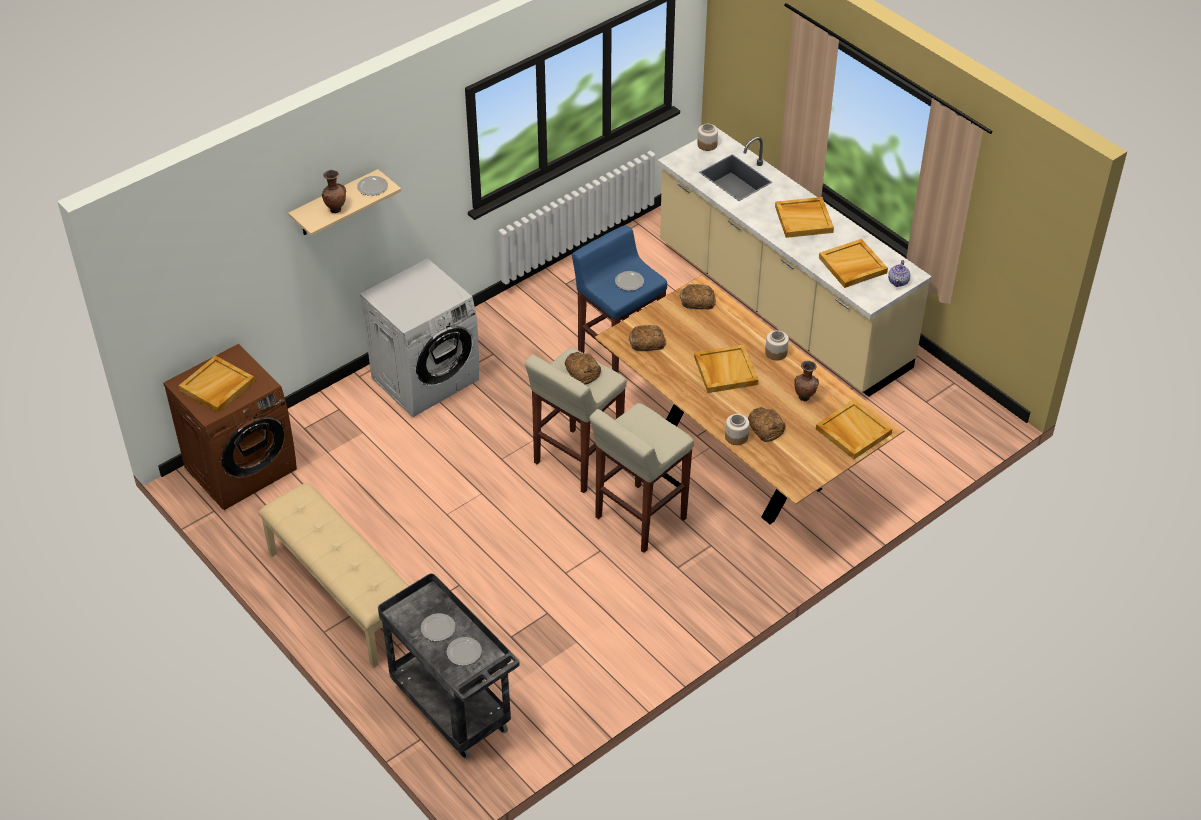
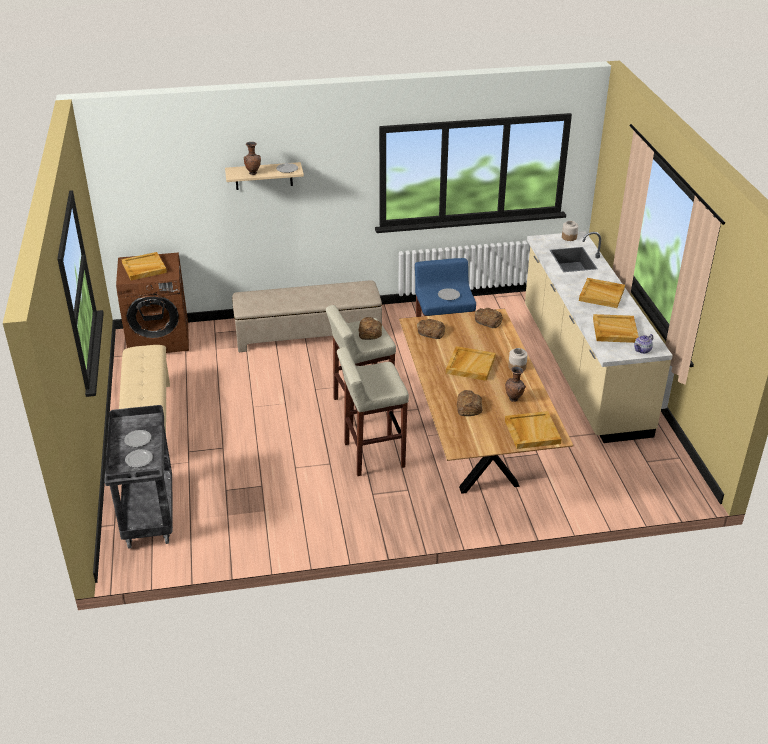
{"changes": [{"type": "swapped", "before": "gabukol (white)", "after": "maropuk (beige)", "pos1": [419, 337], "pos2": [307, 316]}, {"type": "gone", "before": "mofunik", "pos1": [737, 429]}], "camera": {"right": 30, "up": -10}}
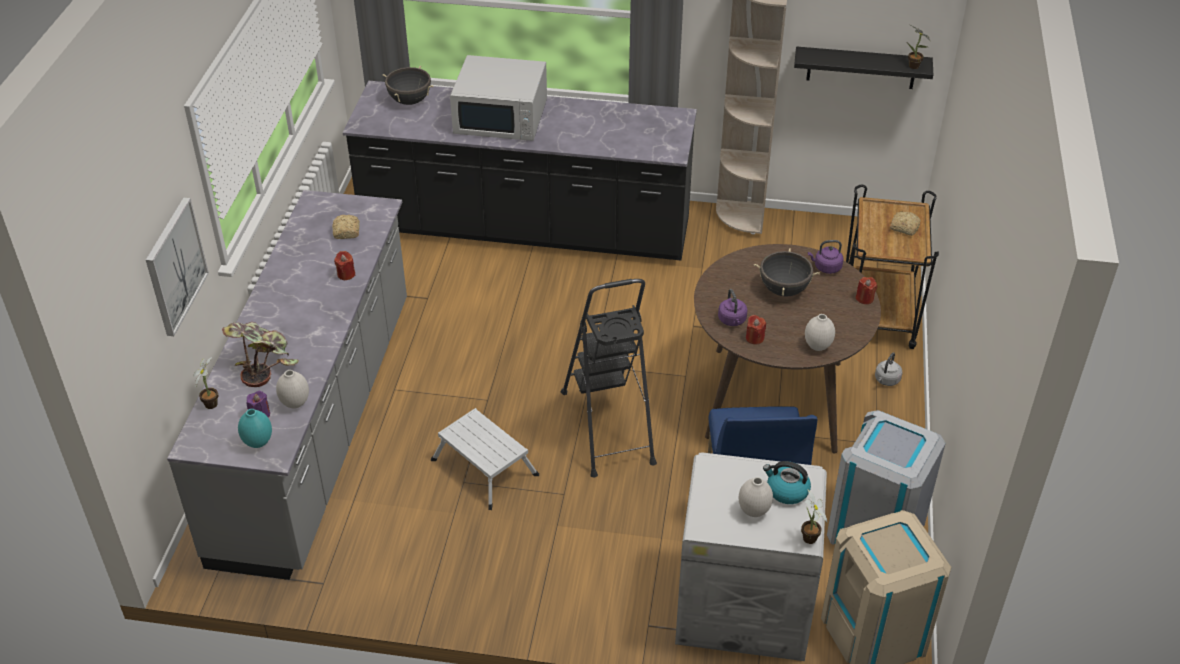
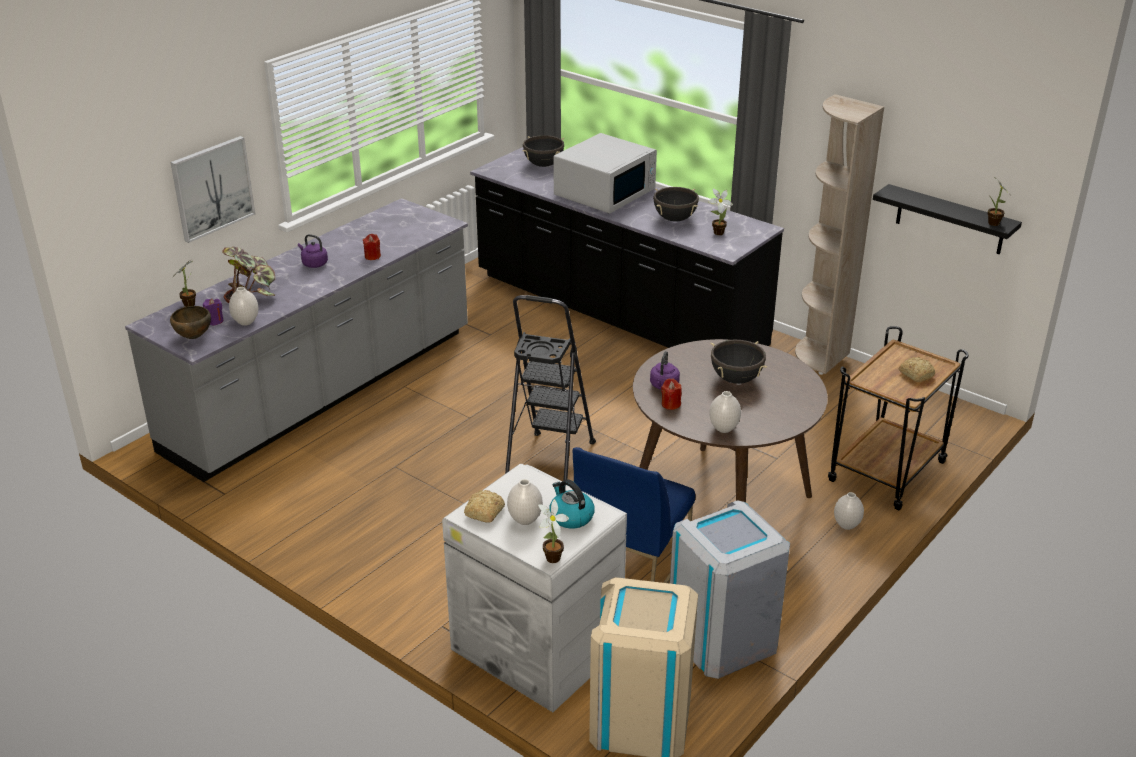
{"changes": [{"type": "rotated", "before": "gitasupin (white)", "pos1": [498, 98], "pos2": [605, 173], "turn": -90}, {"type": "shifted", "before": "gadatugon", "pos1": [346, 227], "pos2": [484, 506]}, {"type": "shifted", "before": "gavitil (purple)", "pos1": [825, 257], "pos2": [313, 251]}, {"type": "gone", "before": "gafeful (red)", "pos1": [866, 290]}, {"type": "swapped", "before": "gavitil (grey)", "after": "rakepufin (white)", "pos1": [888, 369], "pos2": [849, 511]}, {"type": "gone", "before": "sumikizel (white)", "pos1": [485, 459]}, {"type": "swapped", "before": "rakepufin (turquoise)", "after": "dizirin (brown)", "pos1": [255, 428], "pos2": [190, 322]}, {"type": "new", "after": "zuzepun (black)", "pos2": [676, 204]}, {"type": "new", "after": "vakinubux", "pos2": [720, 212]}], "camera": {"right": 30, "up": -10}}
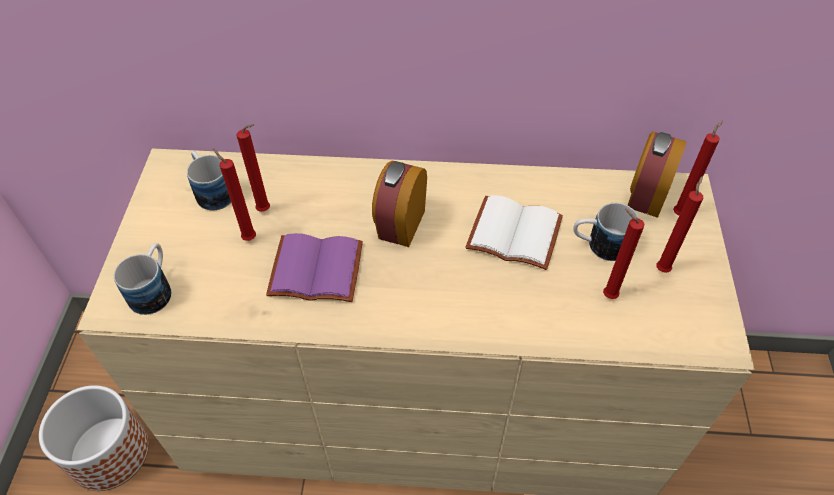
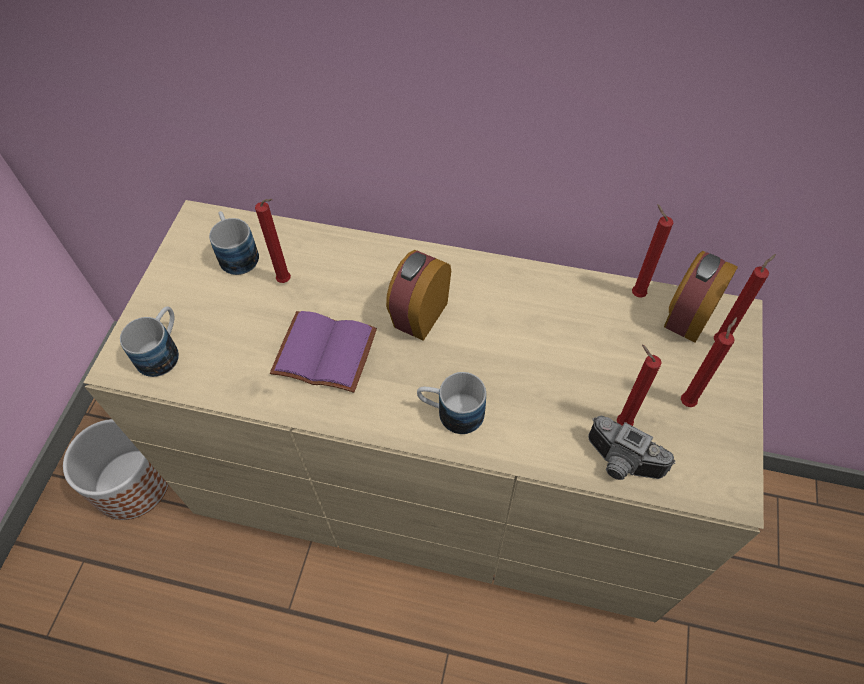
{"changes": [{"type": "shifted", "before": "gafeful (red)", "pos1": [234, 194], "pos2": [652, 250]}, {"type": "gone", "before": "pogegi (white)", "pos1": [514, 232]}, {"type": "shifted", "before": "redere", "pos1": [606, 232], "pos2": [451, 403]}, {"type": "new", "after": "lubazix", "pos2": [631, 448]}], "camera": {"right": 10, "up": 5}}
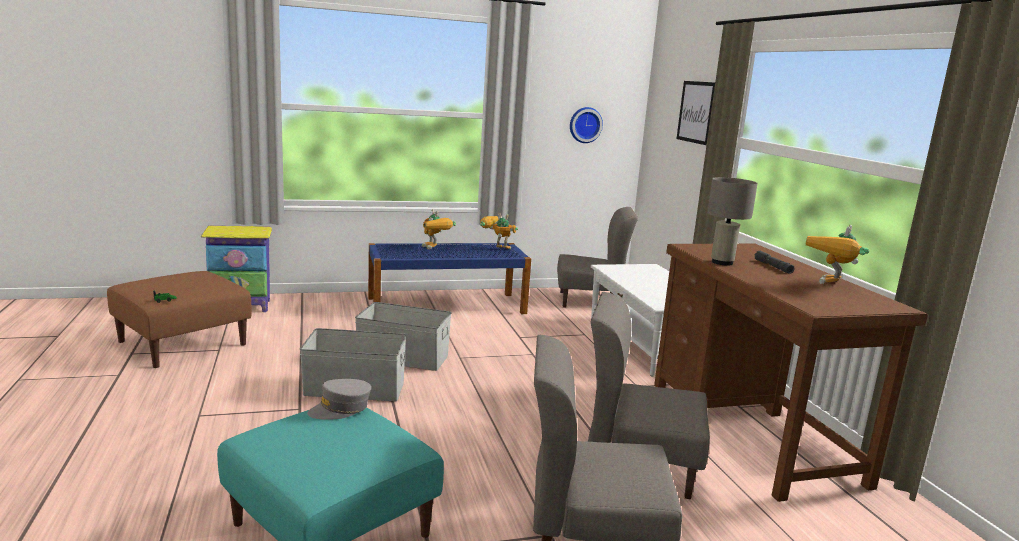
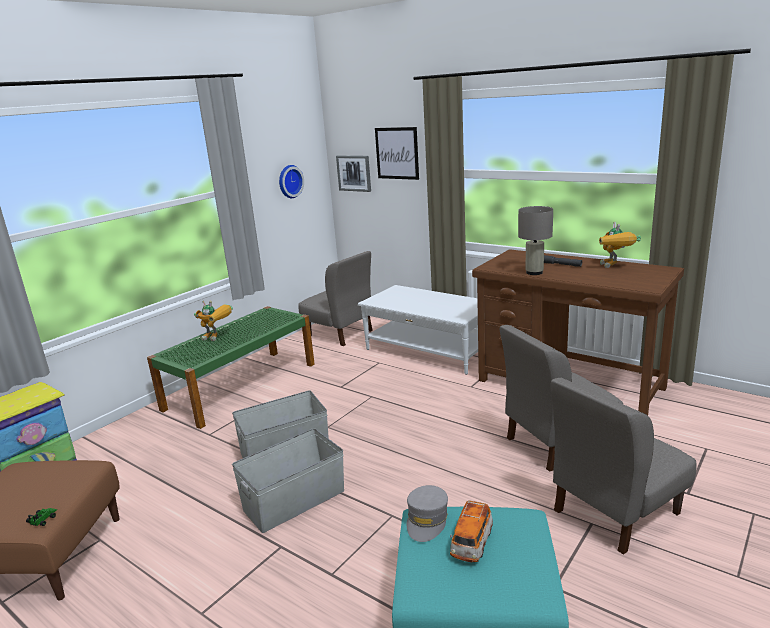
{"changes": [{"type": "rotated", "before": "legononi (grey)", "pos1": [597, 257], "pos2": [335, 298], "turn": 75}, {"type": "gone", "before": "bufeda", "pos1": [499, 231]}, {"type": "repainted", "before": "maropuk (blue)", "after": "maropuk (green)", "pos1": [449, 278], "pos2": [231, 367]}, {"type": "new", "after": "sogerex", "pos2": [353, 173]}, {"type": "new", "after": "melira", "pos2": [471, 531]}], "camera": {"right": -35, "up": 5}}
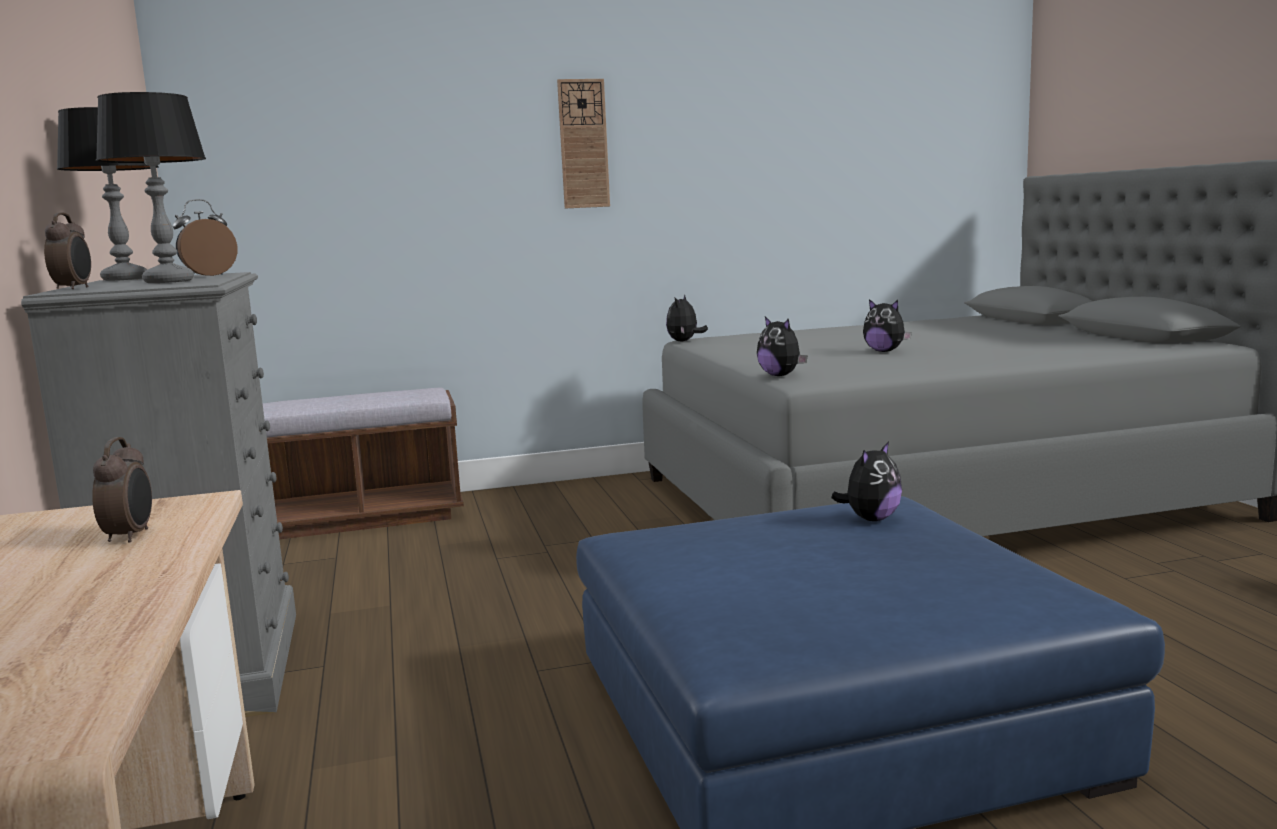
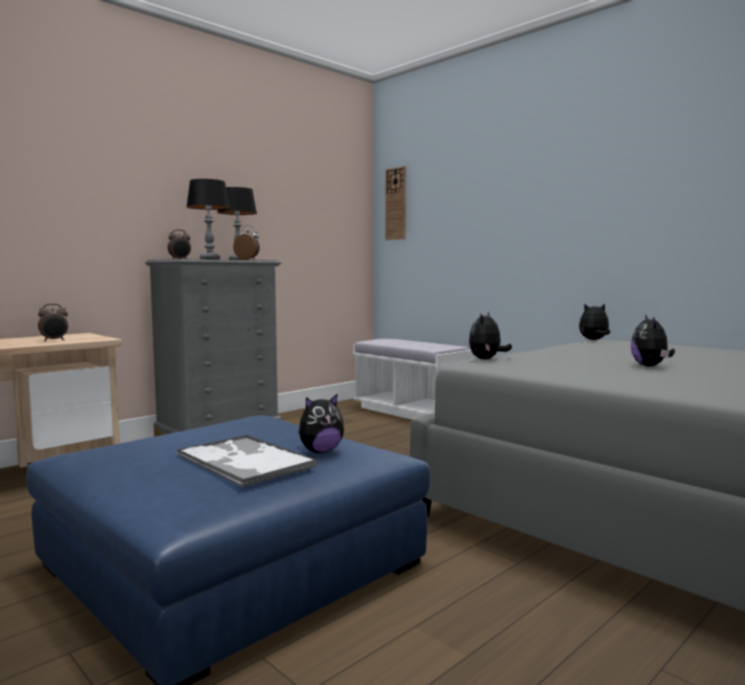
{"changes": [{"type": "shifted", "before": "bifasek", "pos1": [583, 144], "pos2": [395, 203]}, {"type": "repainted", "before": "maropuk (brown)", "after": "maropuk (white)", "pos1": [363, 463], "pos2": [413, 379]}, {"type": "rotated", "before": "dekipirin", "pos1": [866, 481], "pos2": [321, 423], "turn": -45}, {"type": "new", "after": "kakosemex", "pos2": [247, 461]}], "camera": {"right": 60, "up": -5}}
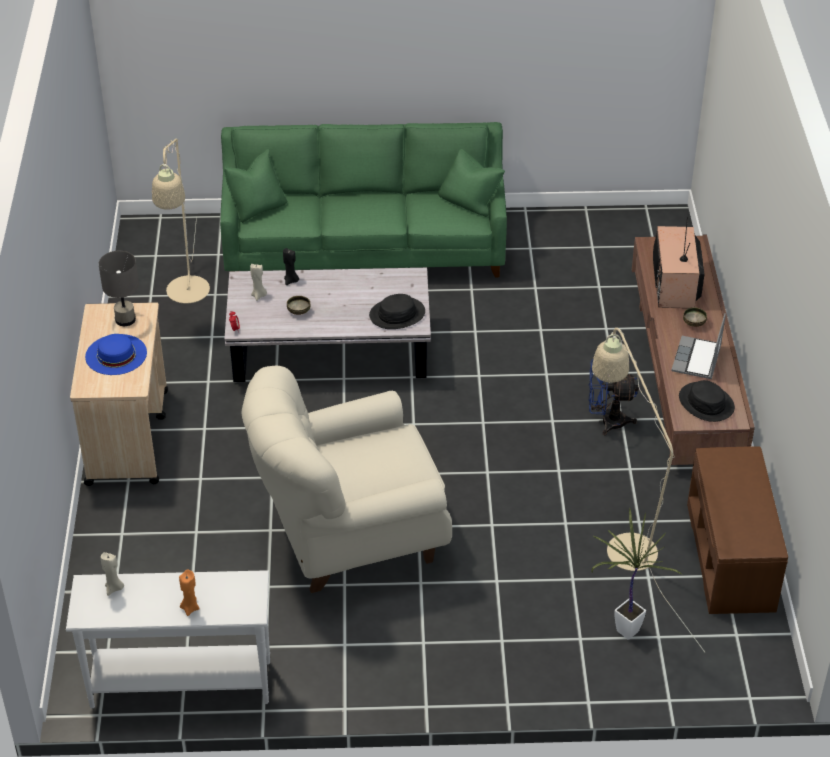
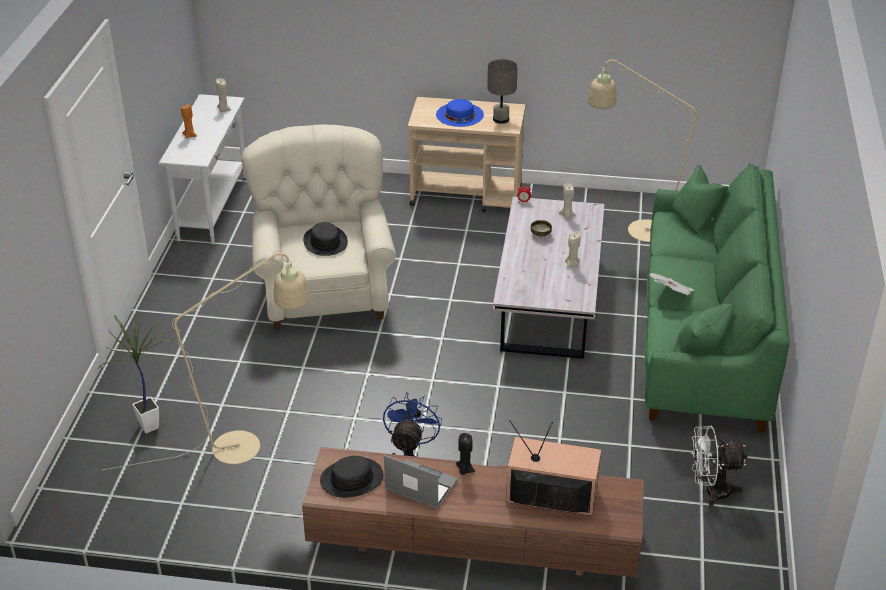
{"changes": [{"type": "shifted", "before": "gafeful (black)", "pos1": [291, 266], "pos2": [465, 454]}, {"type": "shifted", "before": "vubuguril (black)", "pos1": [397, 311], "pos2": [325, 239]}, {"type": "gone", "before": "dizirin", "pos1": [695, 317]}, {"type": "gone", "before": "maropuk (brown)", "pos1": [737, 530]}, {"type": "new", "after": "gafeful (beige)", "pos2": [572, 249]}, {"type": "new", "after": "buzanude", "pos2": [671, 284]}, {"type": "new", "after": "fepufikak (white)", "pos2": [719, 466]}], "camera": {"right": 100, "up": -5}}
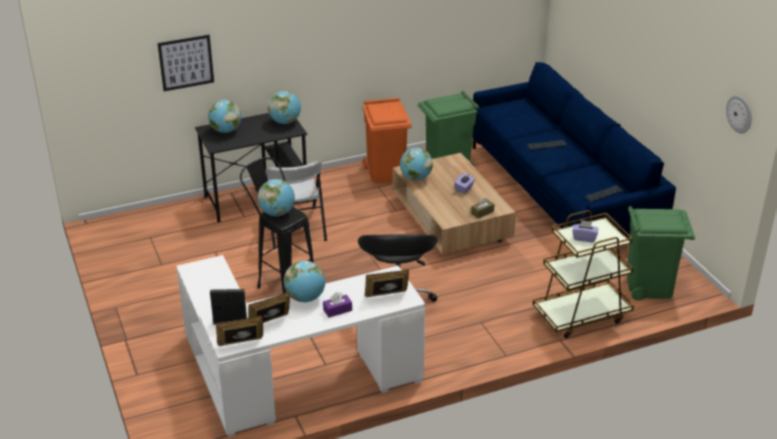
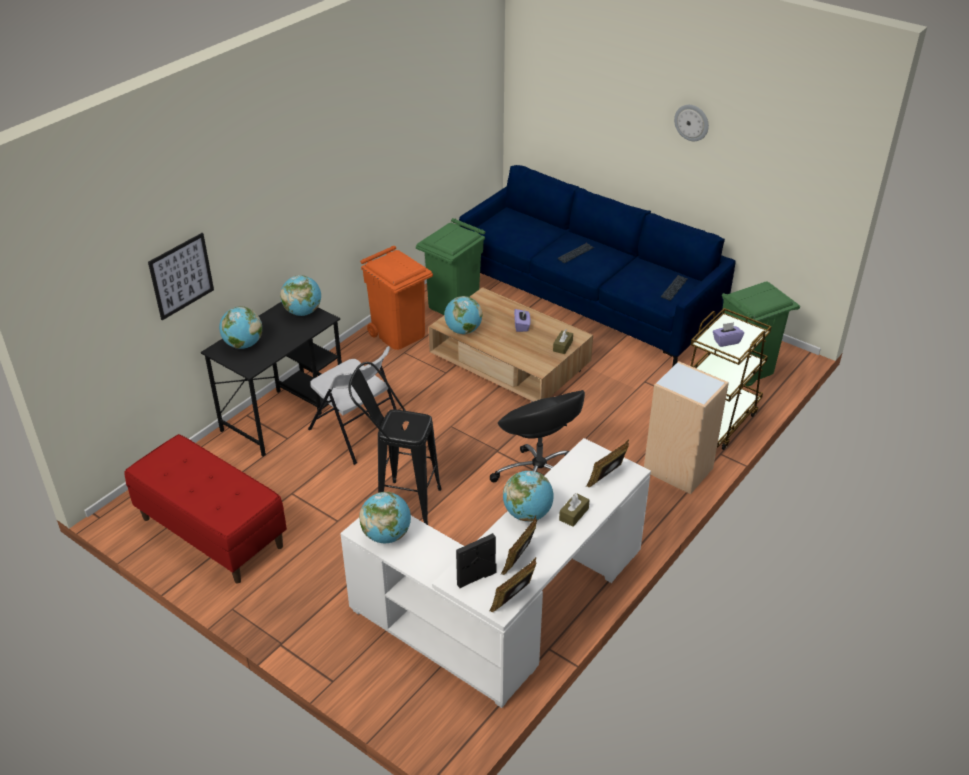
{"changes": [{"type": "shifted", "before": "bifasek", "pos1": [739, 114], "pos2": [691, 123]}, {"type": "shifted", "before": "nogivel", "pos1": [276, 197], "pos2": [385, 517]}, {"type": "repainted", "before": "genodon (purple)", "after": "genodon (brown)", "pos1": [337, 305], "pos2": [574, 510]}, {"type": "new", "after": "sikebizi", "pos2": [686, 427]}, {"type": "new", "after": "maropuk (red)", "pos2": [205, 509]}], "camera": {"right": -30, "up": 5}}
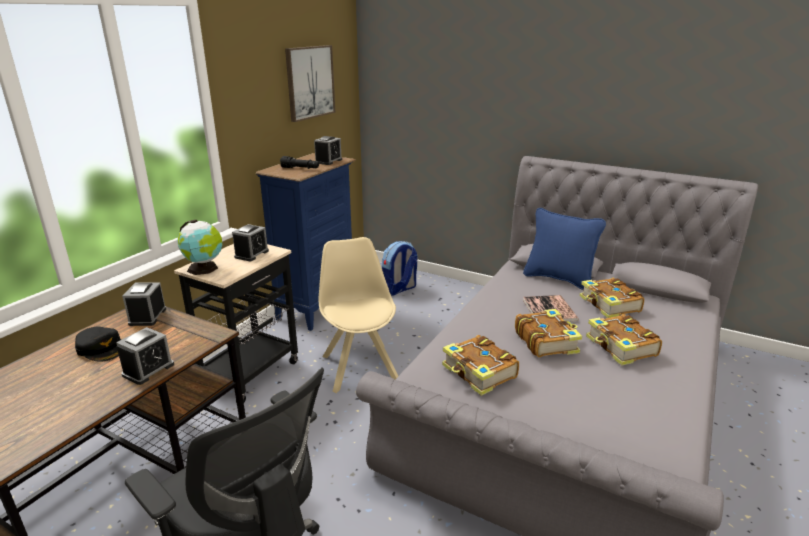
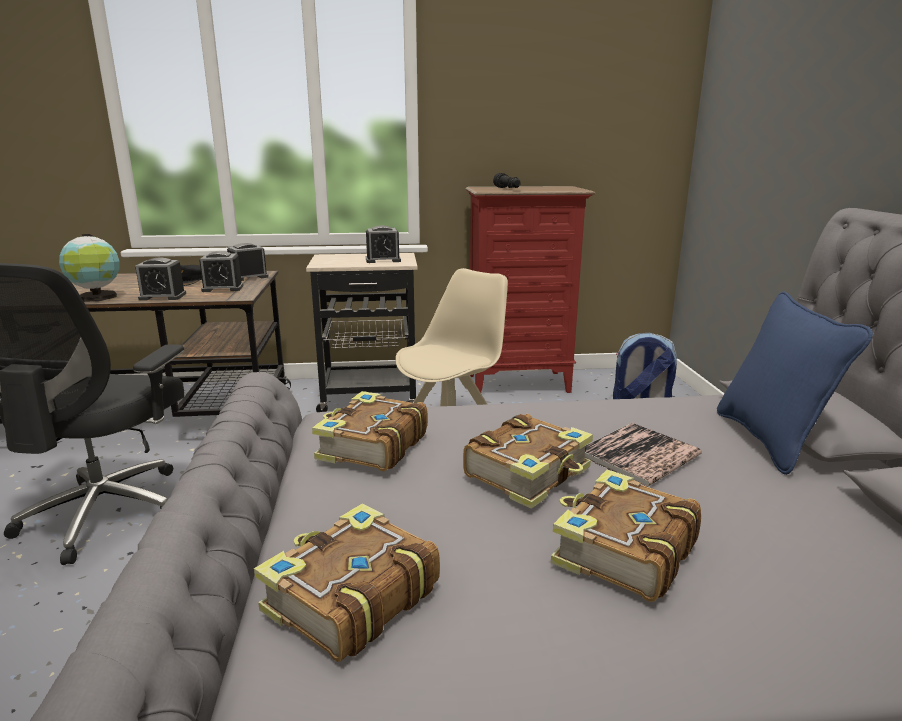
{"changes": [{"type": "gone", "before": "sogerex", "pos1": [310, 83]}, {"type": "shifted", "before": "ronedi", "pos1": [328, 150], "pos2": [221, 271]}, {"type": "repainted", "before": "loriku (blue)", "after": "loriku (red)", "pos1": [305, 242], "pos2": [531, 289]}, {"type": "shifted", "before": "nogivel", "pos1": [199, 247], "pos2": [89, 268]}, {"type": "shifted", "before": "pogegi", "pos1": [612, 297], "pos2": [347, 582]}], "camera": {"right": 55, "up": -5}}
